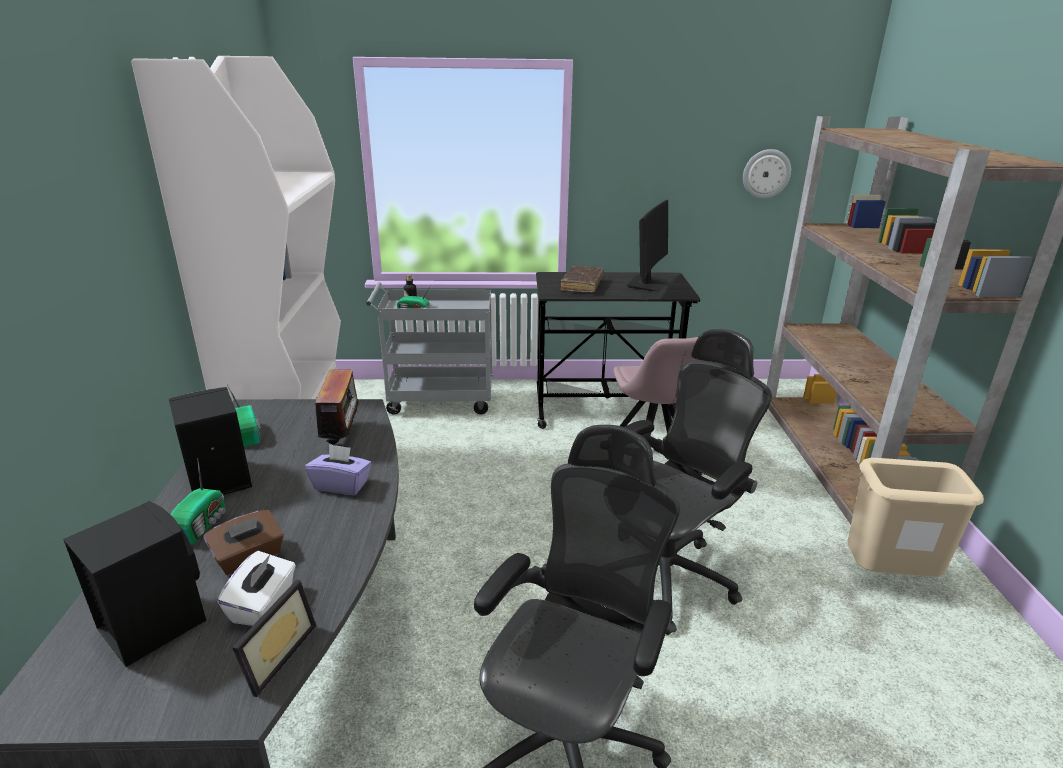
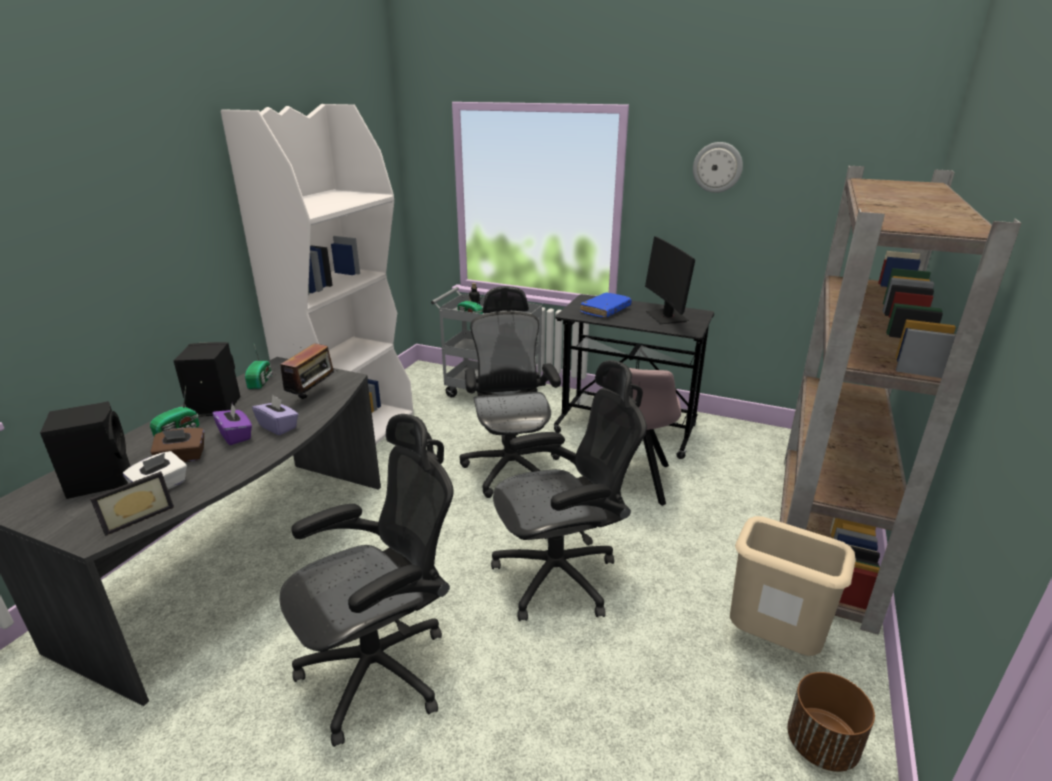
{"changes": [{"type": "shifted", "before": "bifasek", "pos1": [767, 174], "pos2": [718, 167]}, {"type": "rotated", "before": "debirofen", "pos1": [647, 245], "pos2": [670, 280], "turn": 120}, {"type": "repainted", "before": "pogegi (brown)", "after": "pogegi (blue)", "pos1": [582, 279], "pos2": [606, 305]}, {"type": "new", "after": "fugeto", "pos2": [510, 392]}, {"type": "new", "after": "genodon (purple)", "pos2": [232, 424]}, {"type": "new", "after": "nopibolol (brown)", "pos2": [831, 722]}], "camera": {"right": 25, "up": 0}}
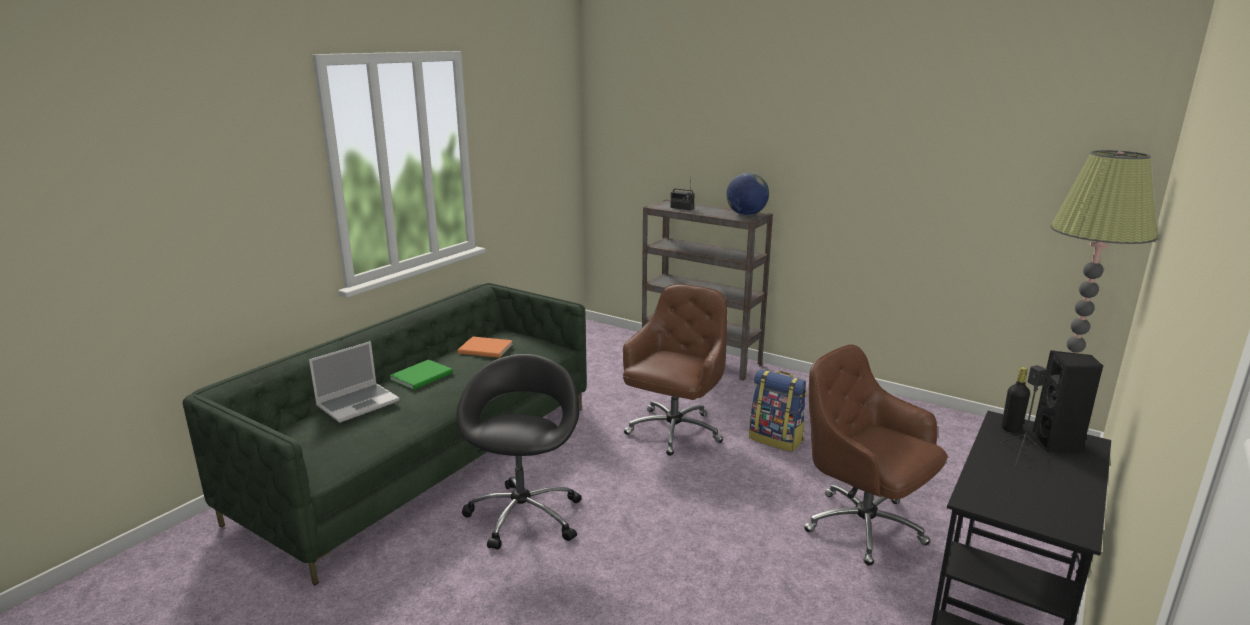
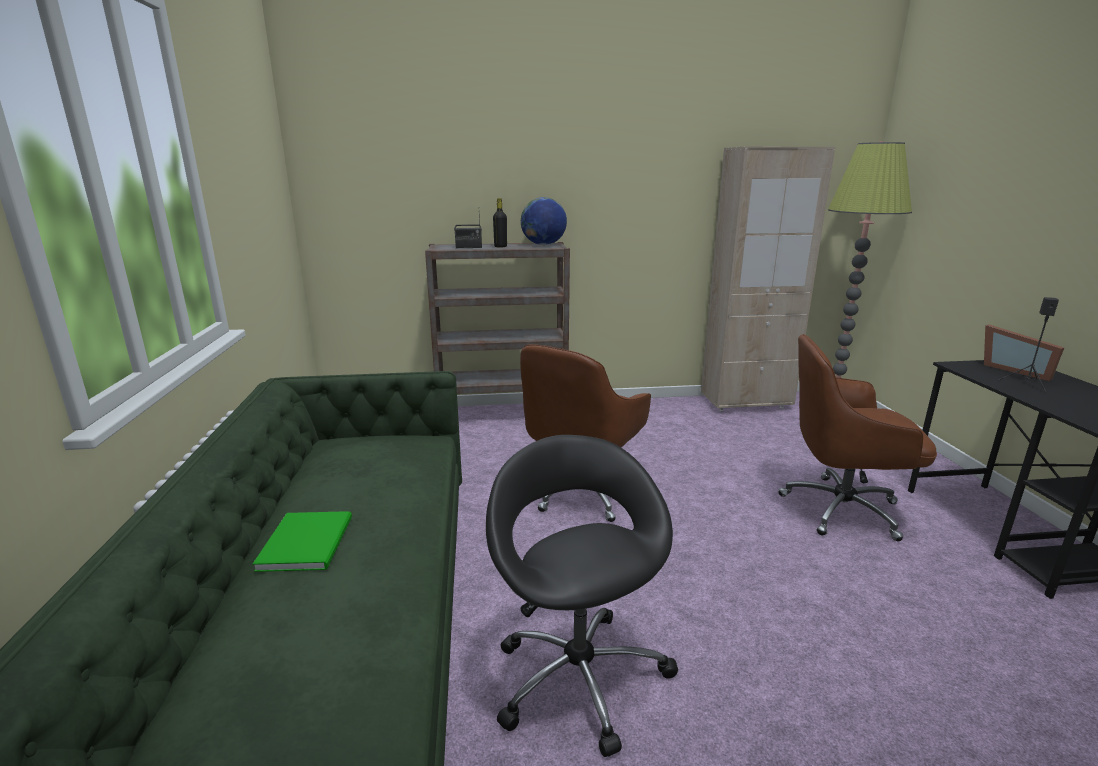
{"changes": [{"type": "rotated", "before": "fugeto (brown)", "pos1": [675, 370], "pos2": [585, 433], "turn": -135}, {"type": "gone", "before": "pogegi (orange)", "pos1": [485, 347]}, {"type": "gone", "before": "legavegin", "pos1": [354, 382]}, {"type": "swapped", "before": "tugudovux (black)", "after": "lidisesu", "pos1": [1067, 401], "pos2": [1024, 352]}, {"type": "shifted", "before": "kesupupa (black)", "pos1": [1016, 400], "pos2": [500, 223]}, {"type": "gone", "before": "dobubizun", "pos1": [778, 410]}, {"type": "new", "after": "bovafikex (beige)", "pos2": [768, 279]}], "camera": {"right": -40, "up": 0}}
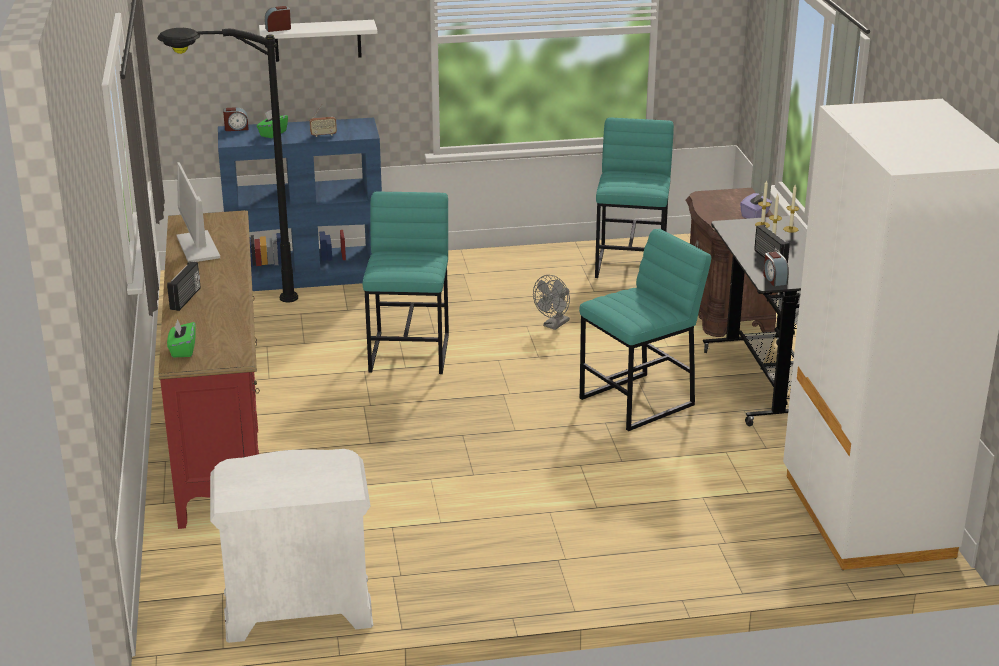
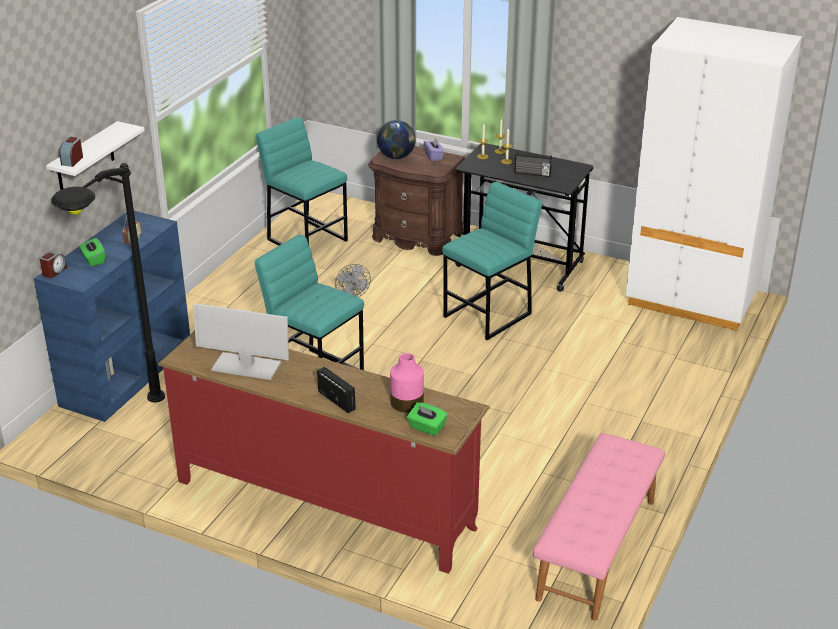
{"changes": [{"type": "rotated", "before": "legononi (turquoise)", "pos1": [645, 330], "pos2": [492, 261], "turn": 45}, {"type": "gone", "before": "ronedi", "pos1": [776, 269]}, {"type": "swapped", "before": "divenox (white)", "after": "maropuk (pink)", "pos1": [292, 546], "pos2": [599, 527]}, {"type": "new", "after": "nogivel", "pos2": [396, 139]}, {"type": "new", "after": "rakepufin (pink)", "pos2": [407, 382]}], "camera": {"right": -55, "up": 5}}
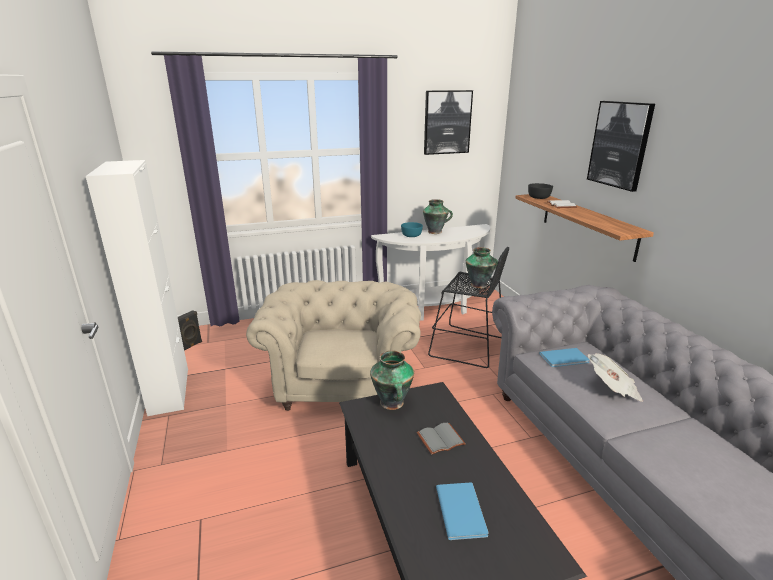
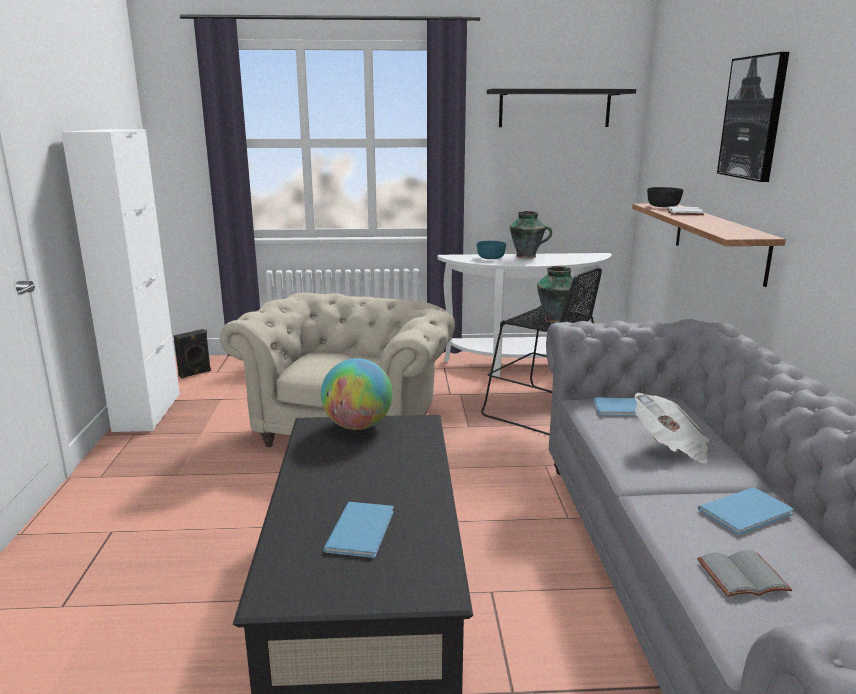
{"changes": [{"type": "swapped", "before": "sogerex", "after": "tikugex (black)", "pos1": [448, 122], "pos2": [561, 108]}, {"type": "swapped", "before": "rakepufin", "after": "nogivel", "pos1": [392, 380], "pos2": [356, 394]}, {"type": "shifted", "before": "pogegi (grey)", "pos1": [441, 439], "pos2": [744, 573]}, {"type": "new", "after": "pogegi (blue)", "pos2": [746, 511]}], "camera": {"right": 15, "up": -5}}
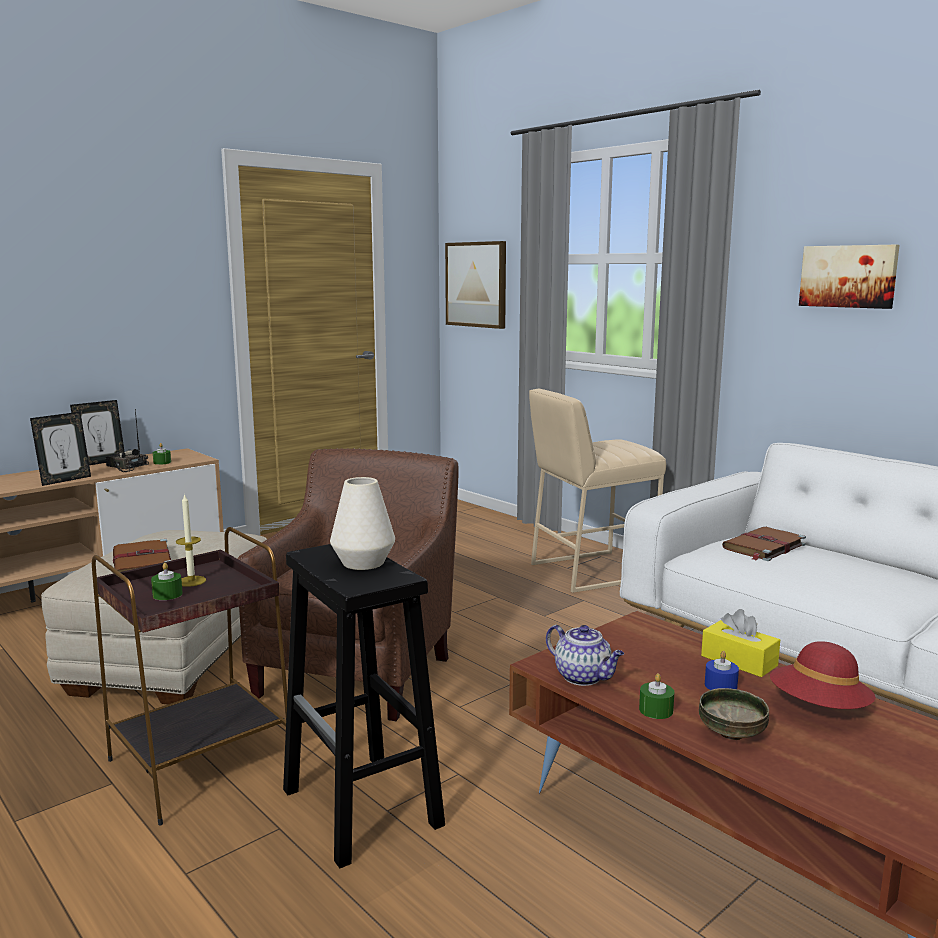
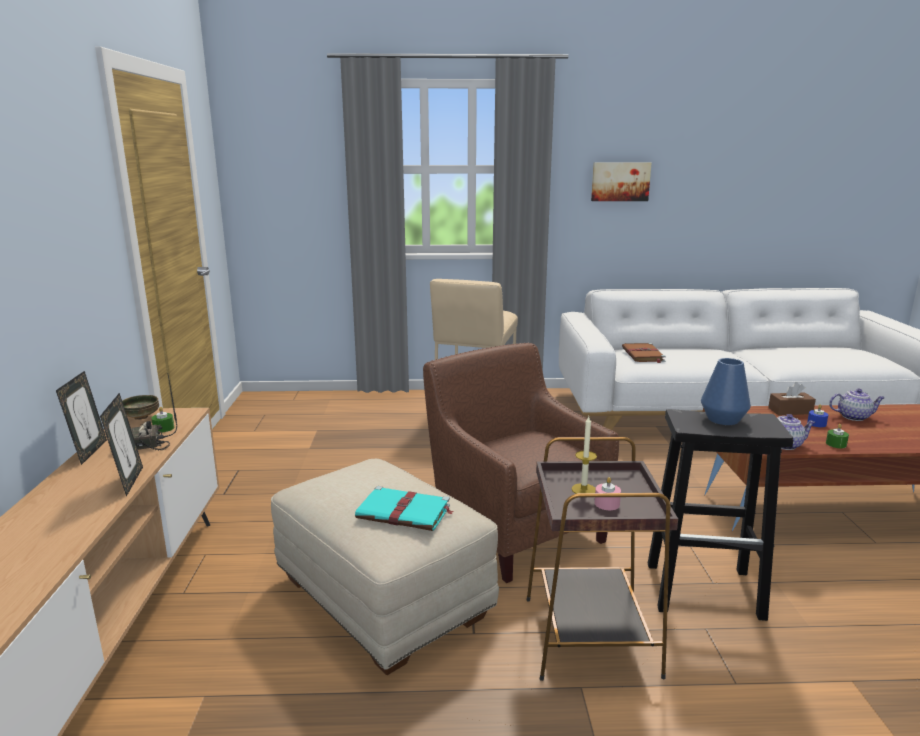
{"changes": [{"type": "gone", "before": "sogerex", "pos1": [475, 285]}, {"type": "repainted", "before": "rakepufin (white)", "after": "rakepufin (blue)", "pos1": [362, 523], "pos2": [726, 391]}, {"type": "repainted", "before": "pogegi (brown)", "after": "pogegi (turquoise)", "pos1": [142, 555], "pos2": [404, 508]}, {"type": "repainted", "before": "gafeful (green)", "after": "gafeful (pink)", "pos1": [167, 581], "pos2": [608, 493]}, {"type": "repainted", "before": "genodon (yellow)", "after": "genodon (brown)", "pos1": [740, 643], "pos2": [792, 398]}, {"type": "swapped", "before": "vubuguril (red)", "after": "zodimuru", "pos1": [823, 675], "pos2": [857, 404]}, {"type": "shifted", "before": "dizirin", "pos1": [734, 714], "pos2": [140, 407]}], "camera": {"right": -50, "up": 5}}
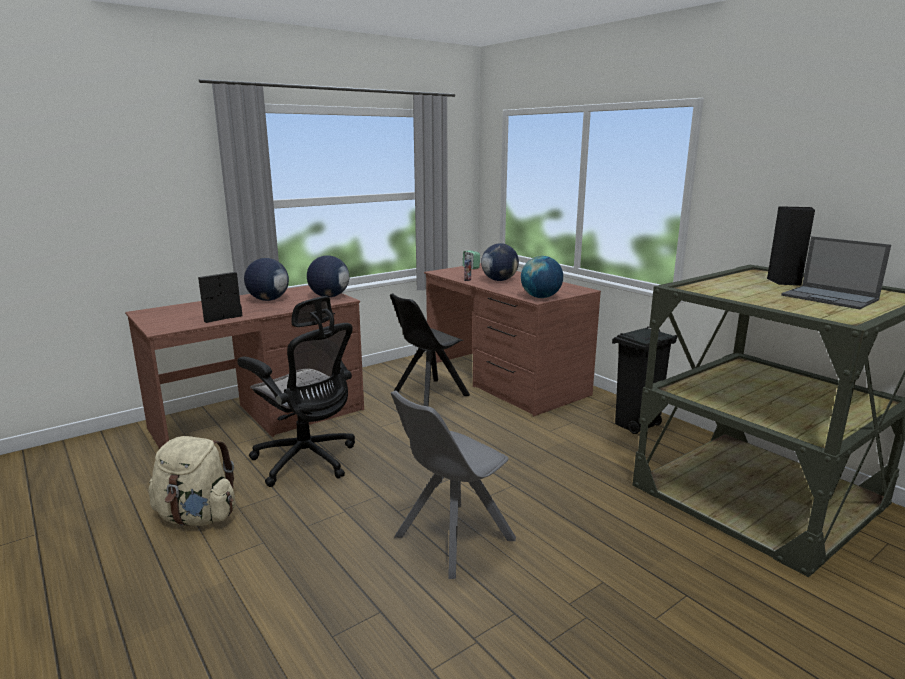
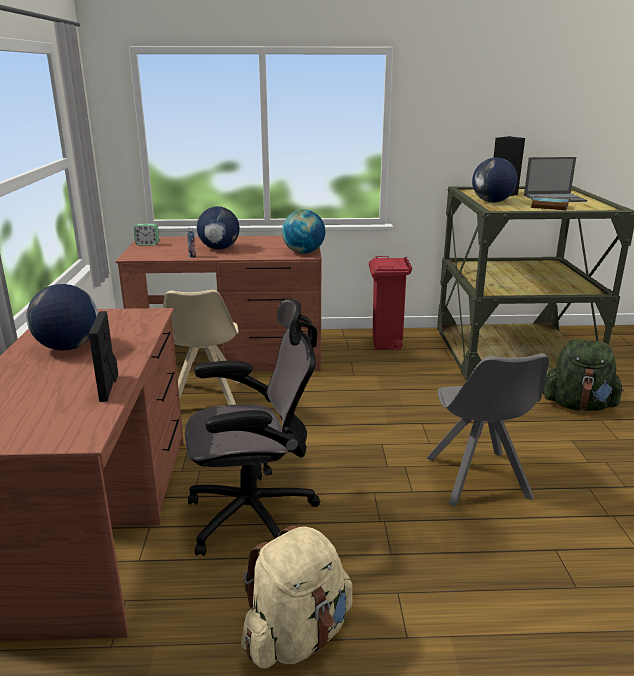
{"changes": [{"type": "shifted", "before": "nogivel", "pos1": [328, 276], "pos2": [495, 180]}, {"type": "repainted", "before": "legononi (black)", "after": "legononi (beige)", "pos1": [430, 350], "pos2": [201, 347]}, {"type": "repainted", "before": "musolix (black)", "after": "musolix (red)", "pos1": [645, 380], "pos2": [390, 303]}, {"type": "new", "after": "pogegi", "pos2": [549, 203]}, {"type": "new", "after": "dobubizun (green)", "pos2": [583, 375]}], "camera": {"right": -55, "up": 5}}
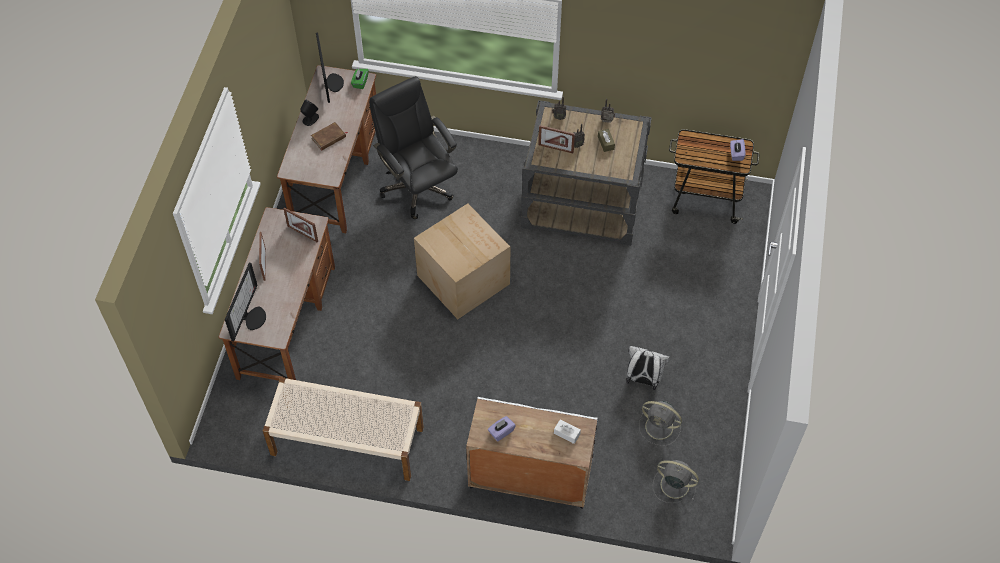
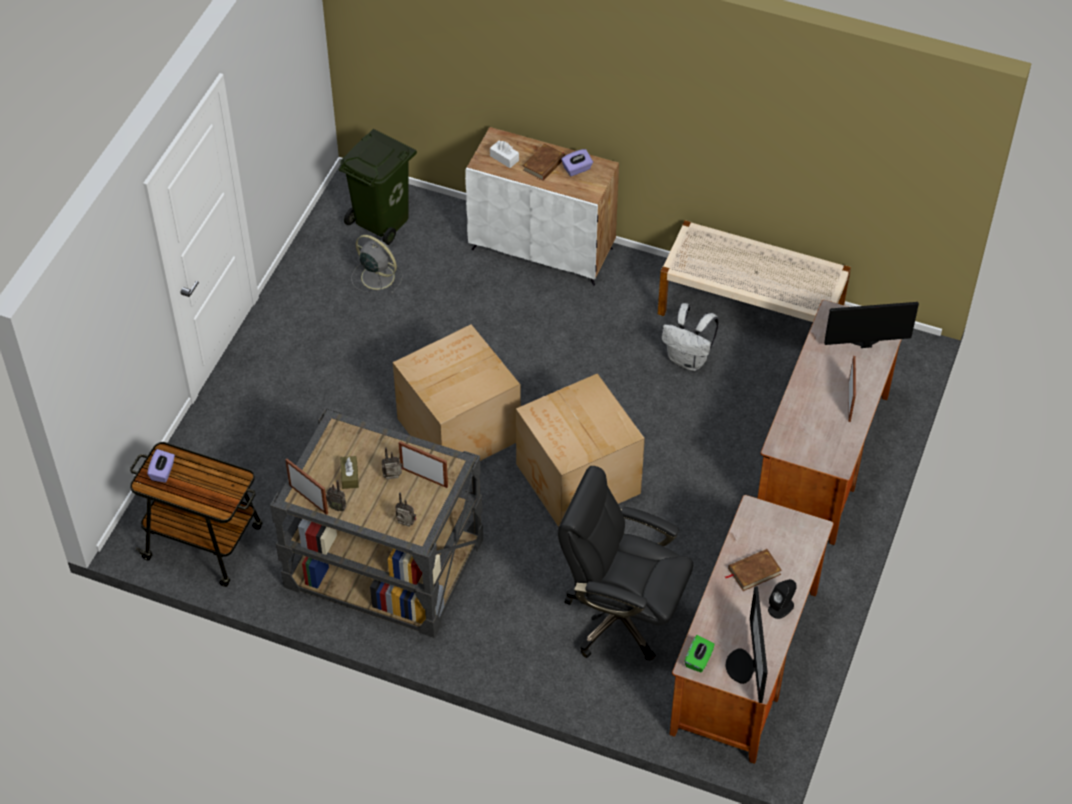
{"changes": [{"type": "rotated", "before": "fugeto (black)", "pos1": [413, 147], "pos2": [625, 563], "turn": 135}, {"type": "shifted", "before": "lidisesu", "pos1": [301, 225], "pos2": [306, 487]}, {"type": "rotated", "before": "debirofen", "pos1": [245, 302], "pos2": [871, 325], "turn": 60}, {"type": "shifted", "before": "dobubizun (white)", "pos1": [648, 368], "pos2": [690, 337]}, {"type": "swapped", "before": "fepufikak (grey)", "after": "musolix (green)", "pos1": [676, 481], "pos2": [378, 187]}, {"type": "new", "after": "pogegi (brown)", "pos2": [544, 162]}, {"type": "new", "after": "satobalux", "pos2": [457, 392]}], "camera": {"right": -170, "up": -5}}
